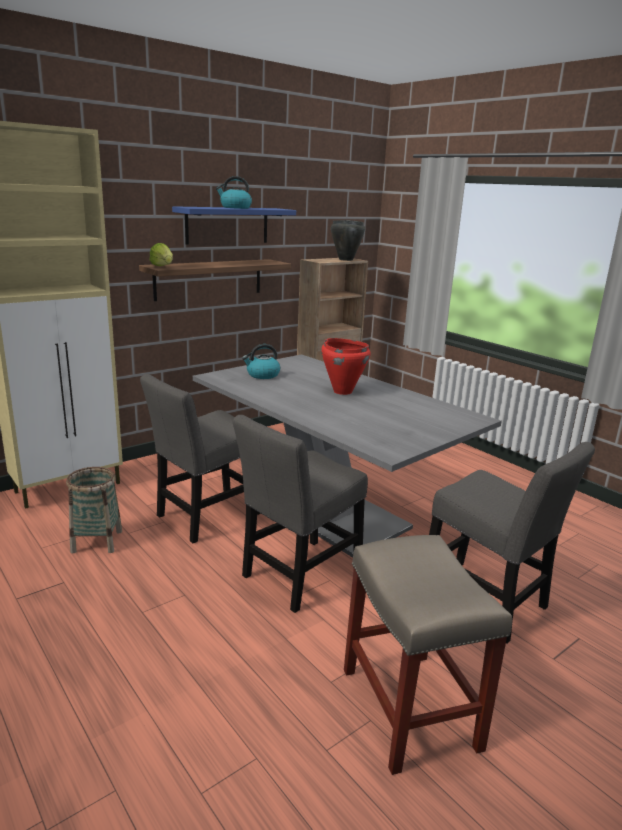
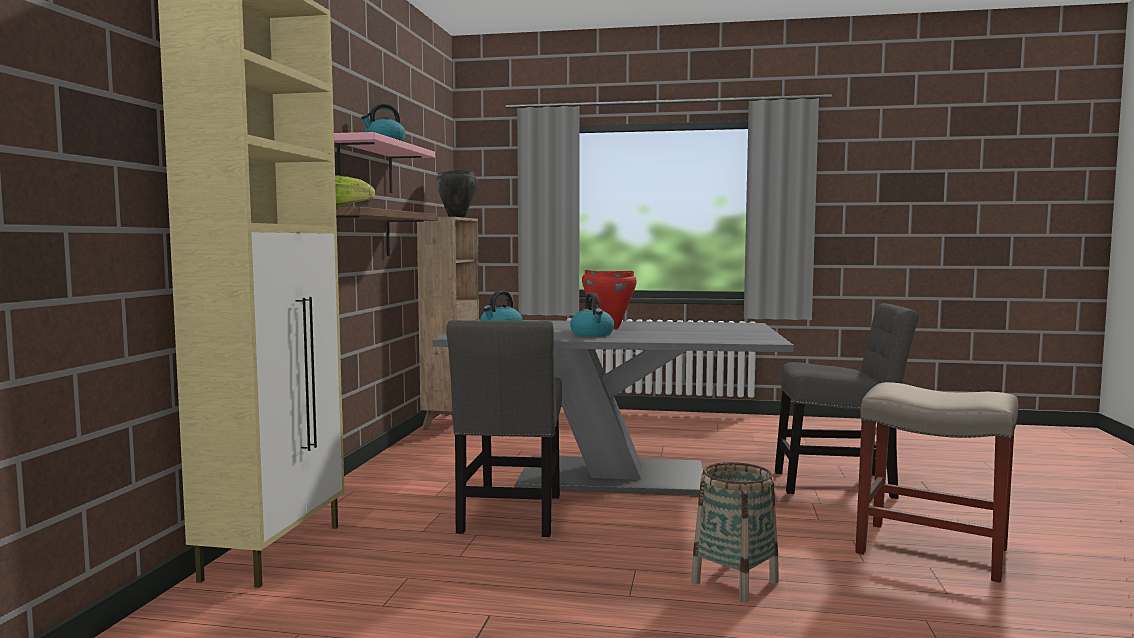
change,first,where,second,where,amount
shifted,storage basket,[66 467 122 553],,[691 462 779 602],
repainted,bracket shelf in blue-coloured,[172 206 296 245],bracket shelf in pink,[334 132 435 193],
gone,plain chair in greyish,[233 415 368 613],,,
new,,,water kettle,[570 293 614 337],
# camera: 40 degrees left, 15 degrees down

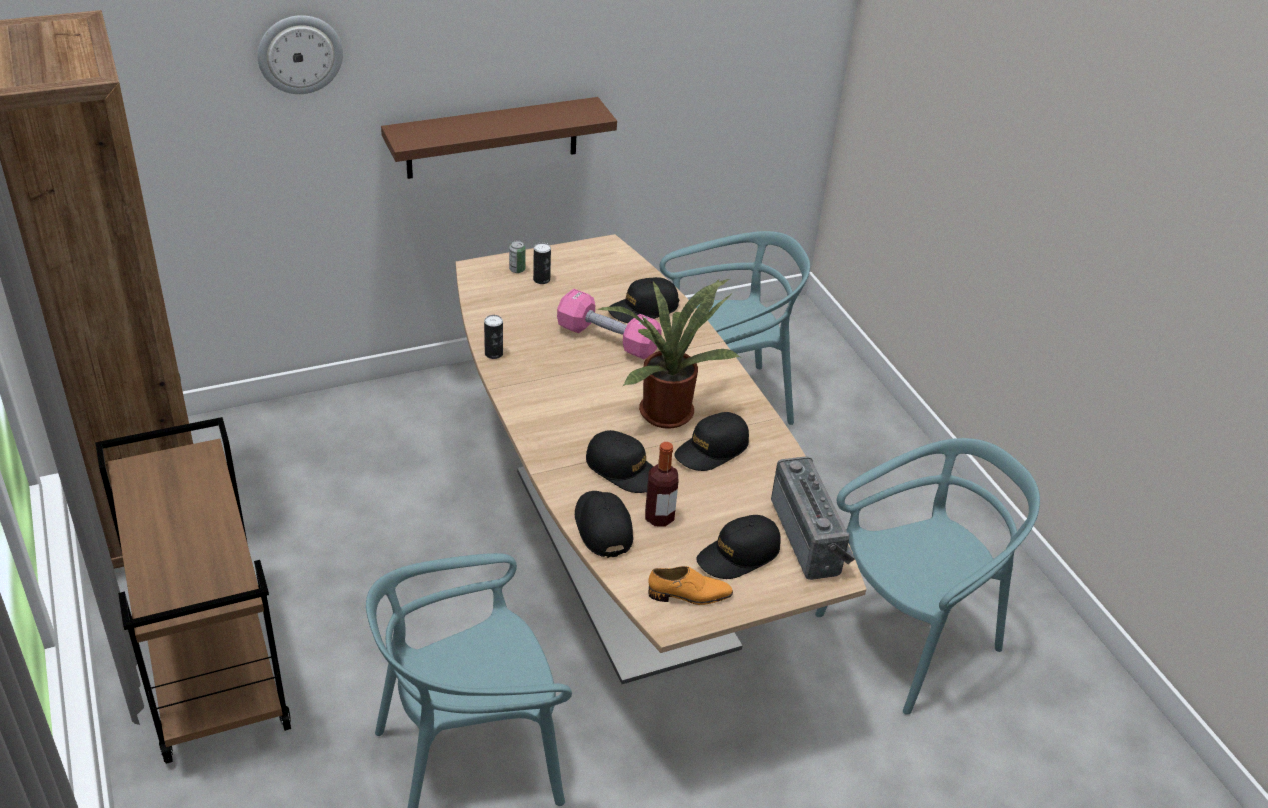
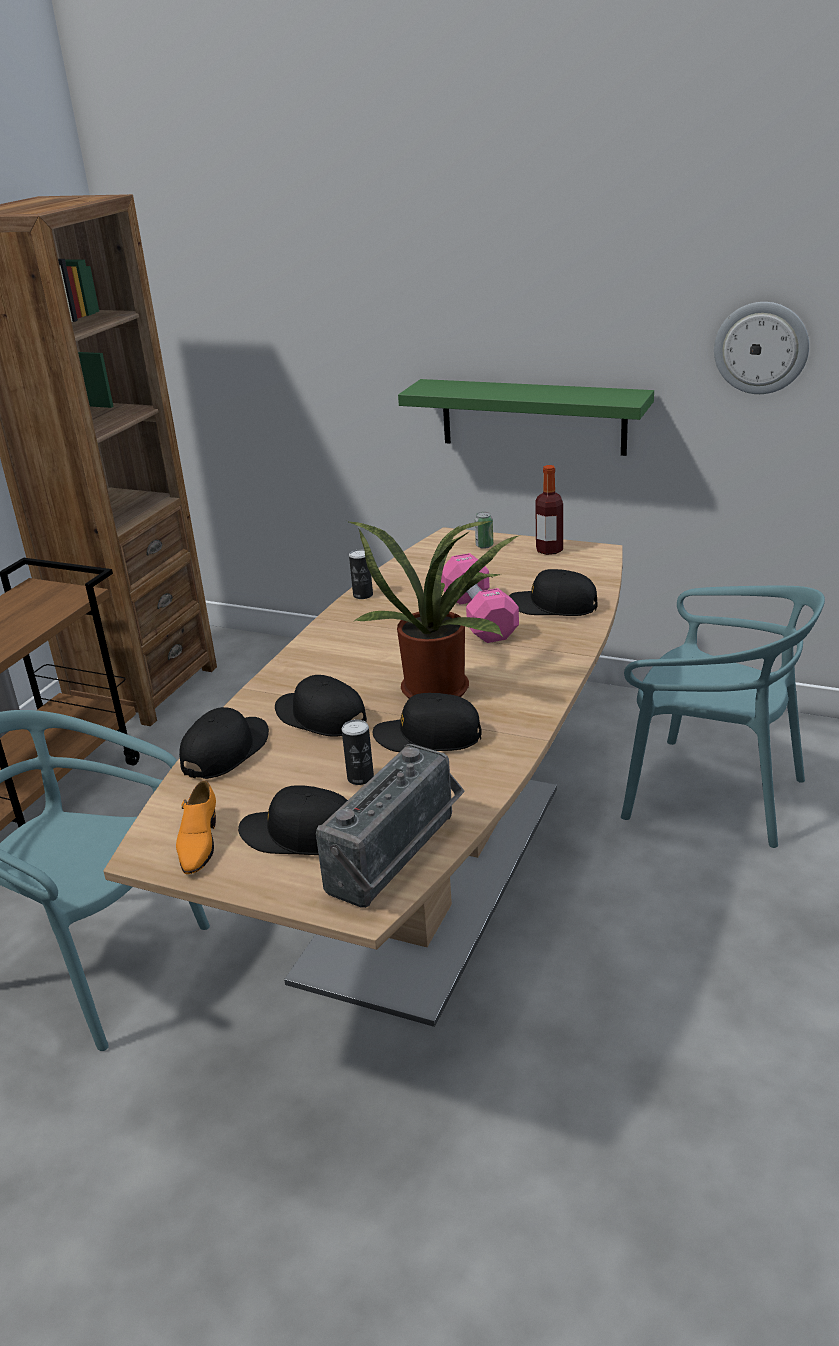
change,first,where,second,where,amount
shifted,wall clock,[258 15 343 94],,[714 302 809 394],
repainted,bracket shelf in brown-coloured,[381 97 617 179],bracket shelf in green-coloured,[398 379 654 456],
shifted,can,[533 243 551 284],,[342 719 374 785],
rotated,cap in blackish,[586 430 654 493],,[275 675 367 737],135 degrees clockwise
shifted,drink bottle,[645 442 679 527],,[535 465 563 555],
rotated,item of footwear in orange,[648 566 733 605],,[176 781 216 874],45 degrees clockwise
gone,plain chair in turquoise-coloured,[815 438 1040 715],,,
# camera: 50 degrees right, 10 degrees down

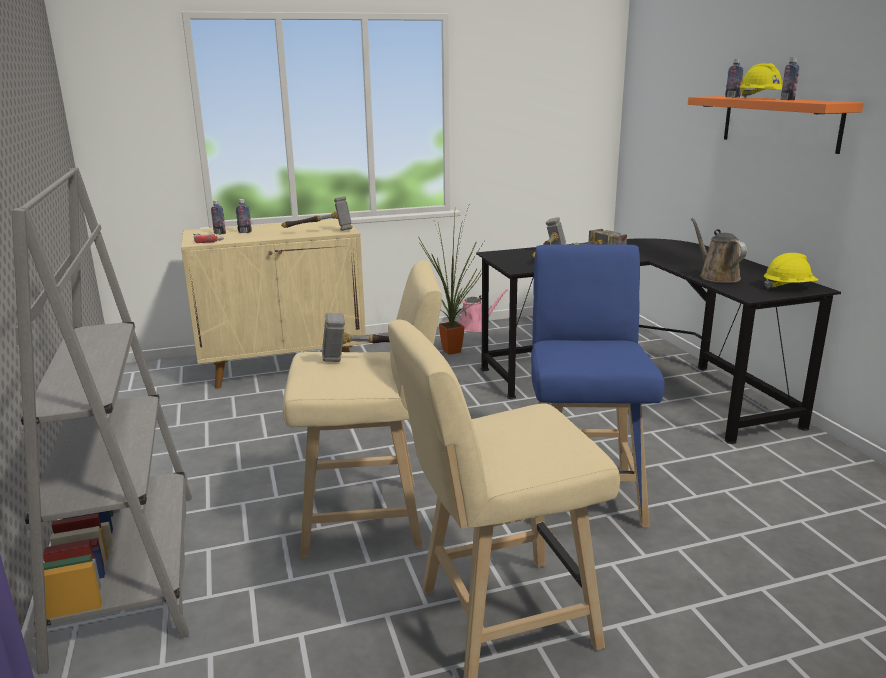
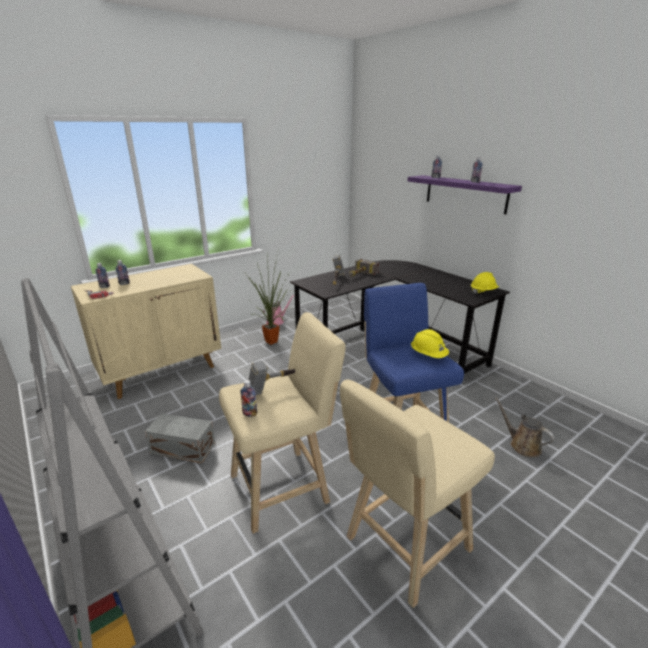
change,first,where,second,where,amount
gone,hand hammer,[281 196 352 231],,,
repainted,bracket shelf in orange,[688 96 864 154],bracket shelf in purple-coloured,[408 175 522 214],
shifted,watering pot in brown-coloured,[691 218 747 283],,[495 398 555 458],
shifted,work helmet in yellow-coloured,[740 63 783 98],,[411 329 449 358],
new,,,storage container in greyish,[145 414 215 463],
new,,,drink bottle,[240 380 257 417],
# camera: 20 degrees left, 5 degrees up

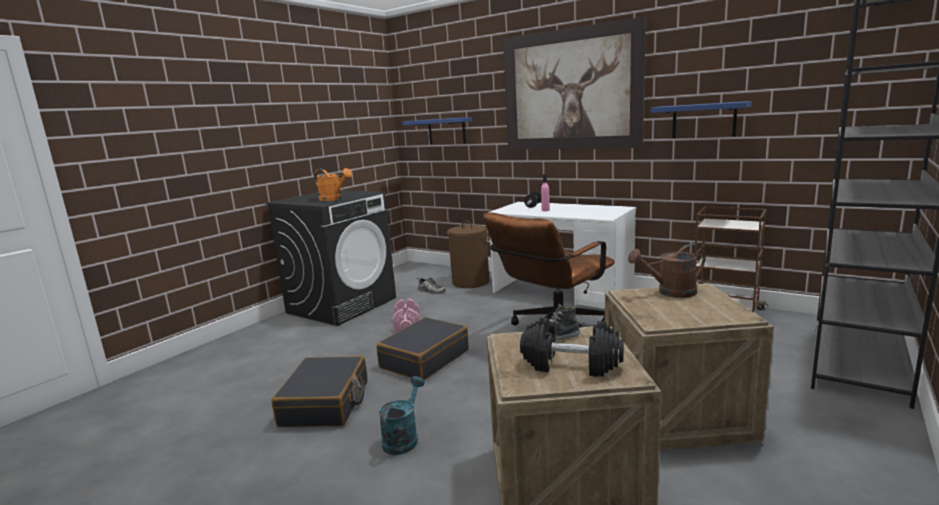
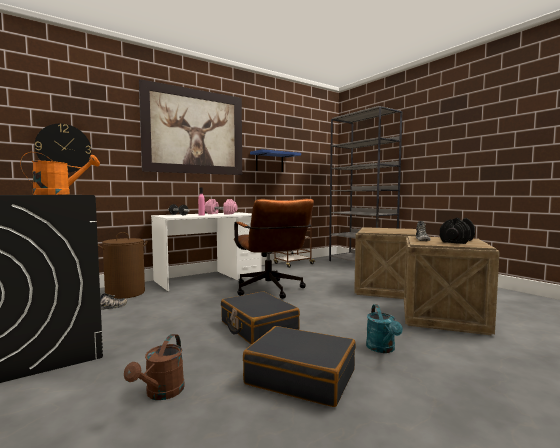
change,first,where,second,where,amount
rotated,watering pot in turquoise-coloured,[379 376 425 455],,[366 304 403 353],135 degrees counterclockwise
shifted,dumbbell in pink,[392 299 420 332],,[205 199 238 215],
swapped,bracket shelf in blue-coloured,[402 117 472 144],wall clock,[35 124 91 172],
shifted,watering pot in brown-coloured,[628 244 706 298],,[124 334 185 400],
# camera: 70 degrees left, 10 degrees down

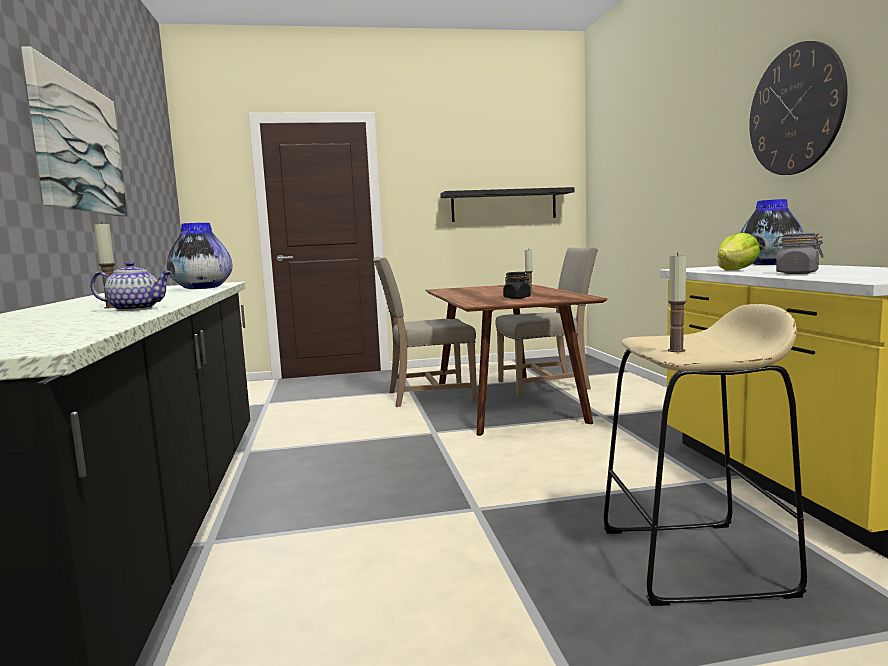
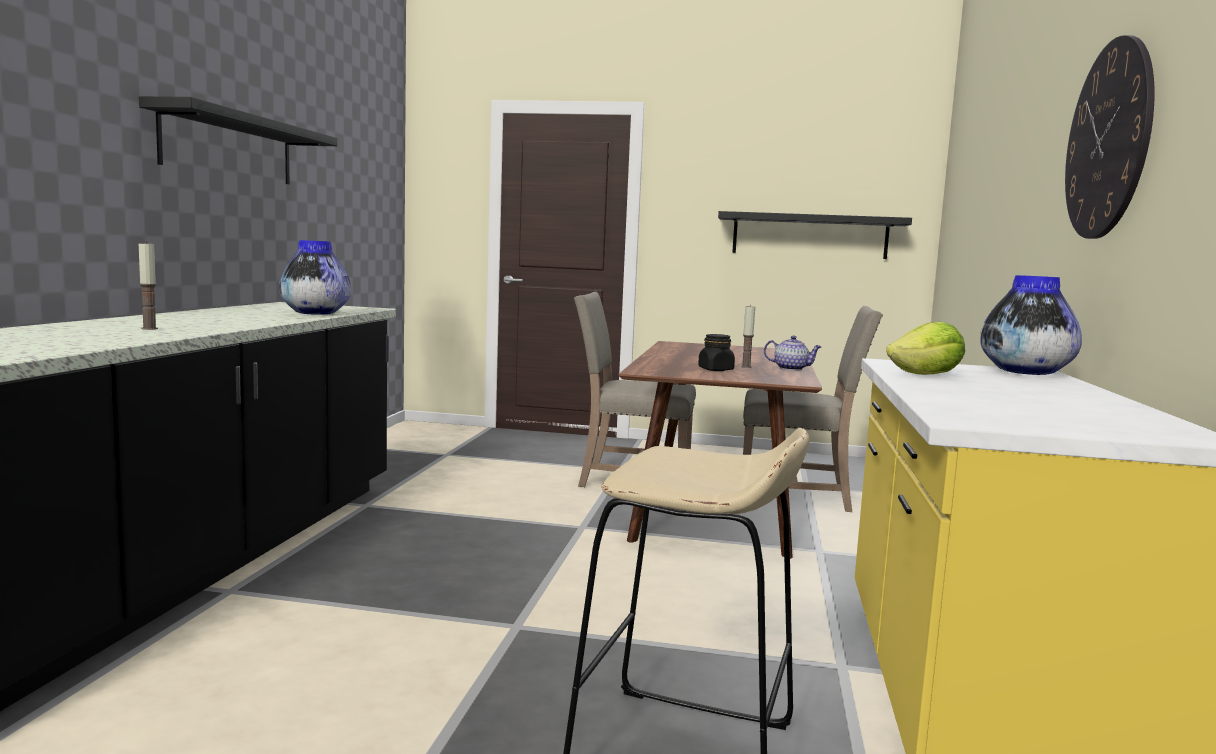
change,first,where,second,where,amount
swapped,picture,[21 47 128 217],bracket shelf in blackish,[139 96 337 184],
shifted,pot for tea,[90 261 173 311],,[764 336 822 371],
gone,candle,[668 253 687 352],,,
gone,preserve jar in greyish,[772 232 824 274],,,
# camera: 20 degrees right, 0 degrees up

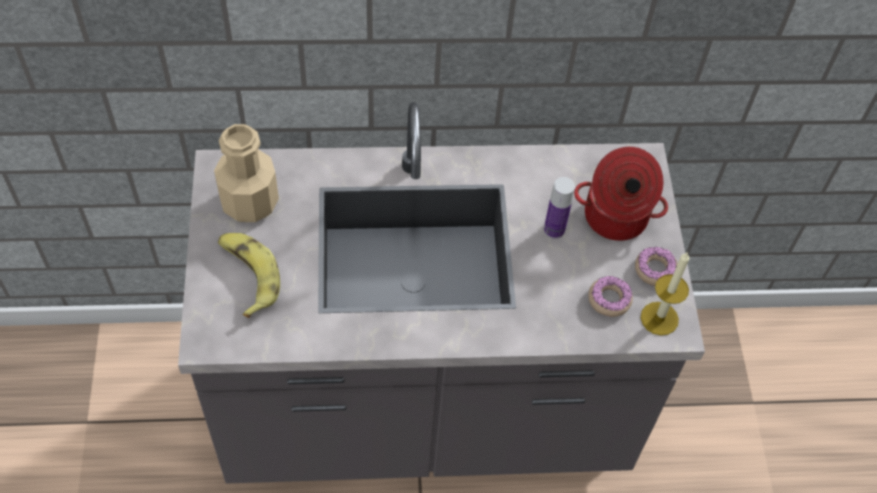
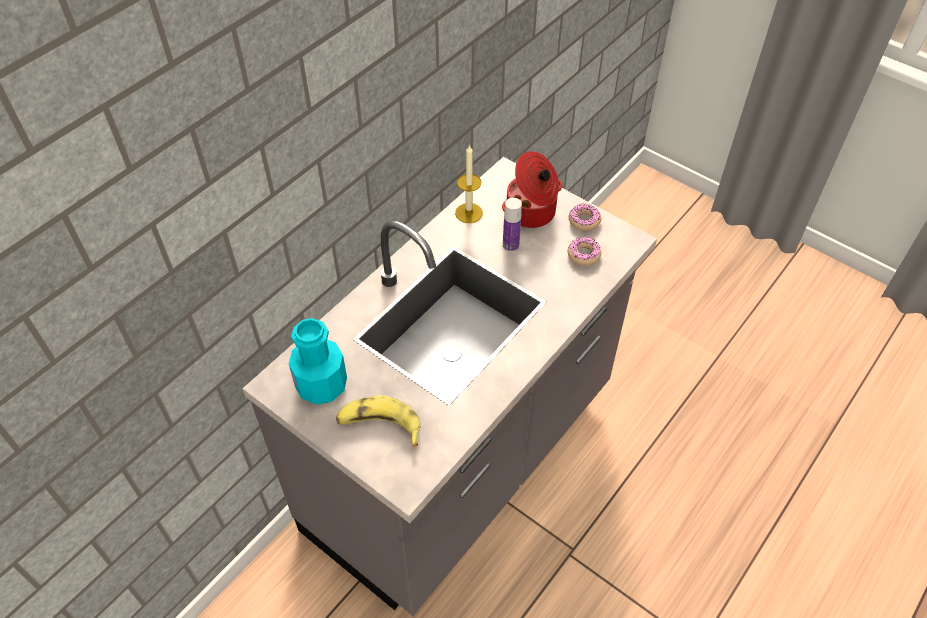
change,first,where,second,where,amount
repainted,drink bottle in sand-coloured,[214 124 279 222],drink bottle in turquoise-coloured,[289 318 347 405],
shifted,candle,[641 253 689 335],,[455 145 483 223],
# camera: 45 degrees left, 5 degrees down

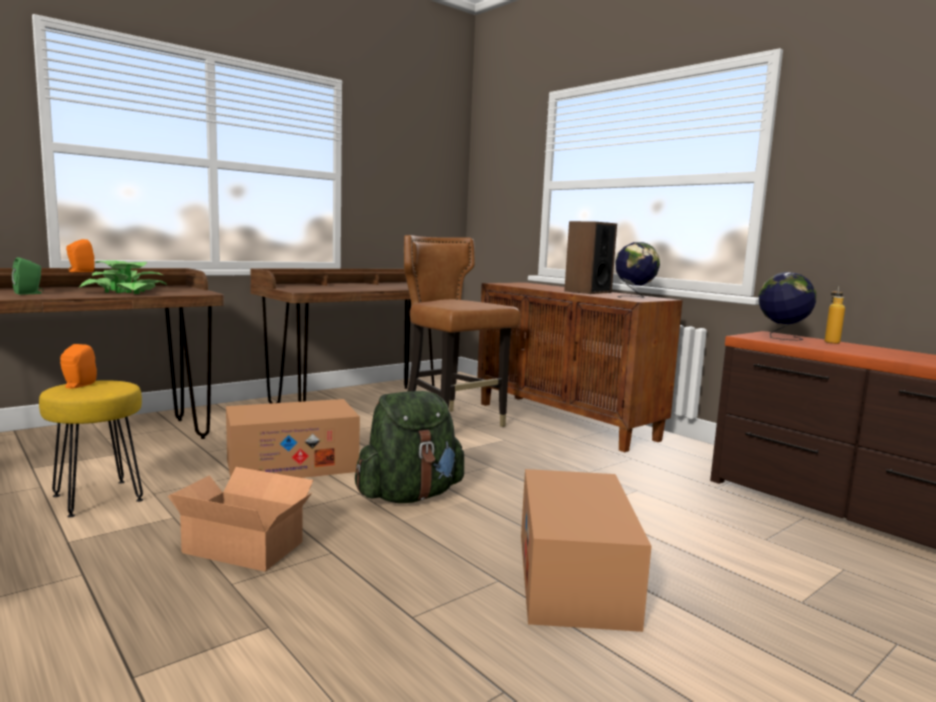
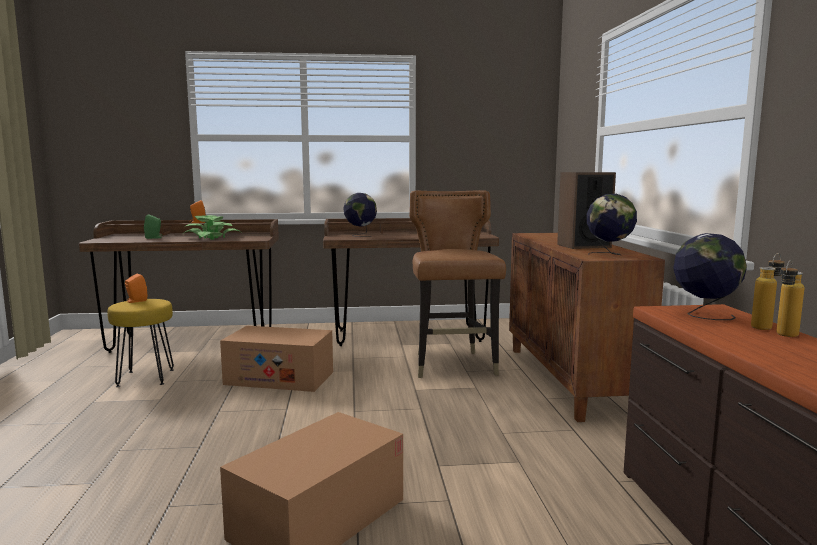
change,first,where,second,where,amount
gone,carton,[168 467 313 572],,,
gone,knapsack in green-coloured,[355 391 464 503],,,
new,,,world globe,[343 193 377 237],
new,,,drink bottle,[776 260 804 337],
# camera: 35 degrees right, 0 degrees up

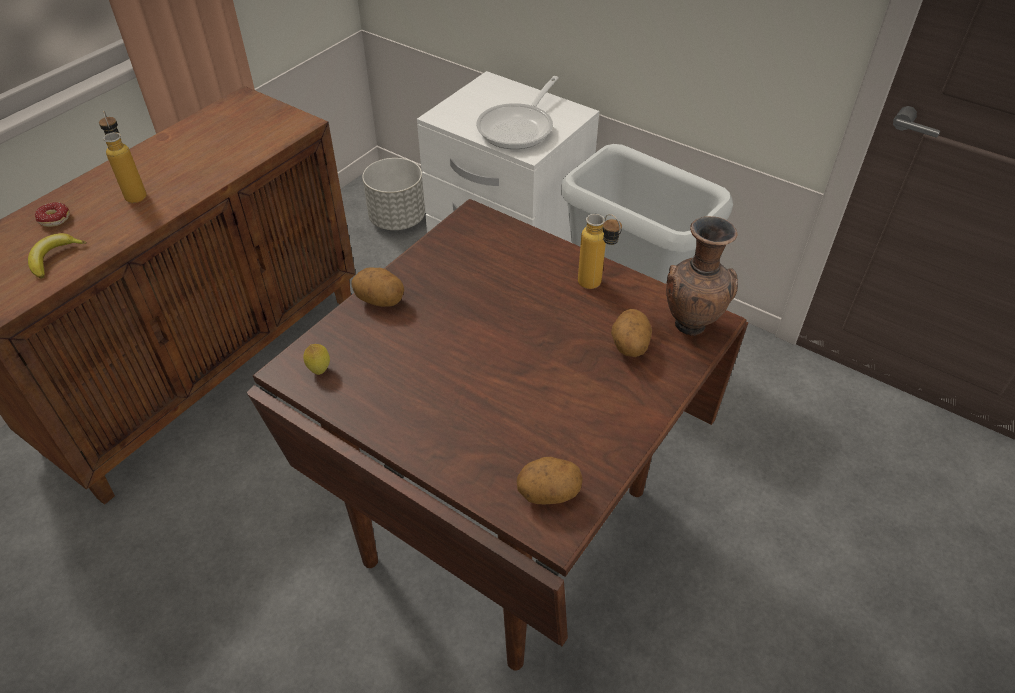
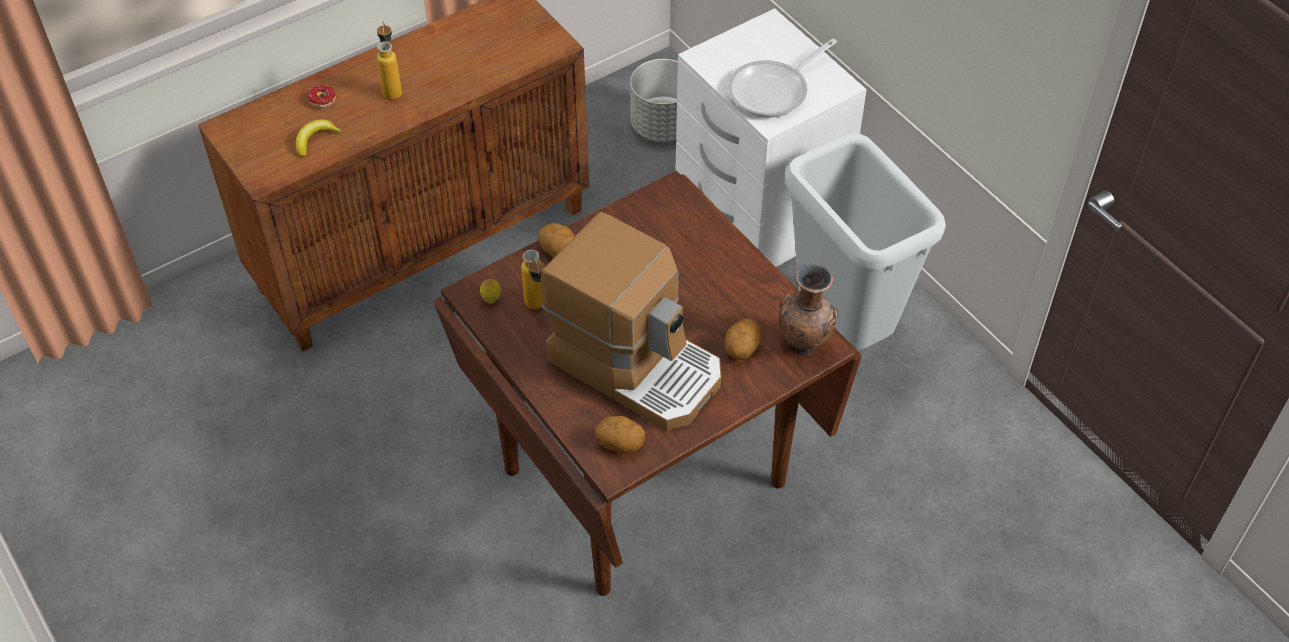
change,first,where,second,where,amount
shifted,drink bottle,[578 214 622 289],,[521 250 545 309],
new,,,coffee machine,[541 212 721 431],
# camera: 20 degrees right, 5 degrees up

